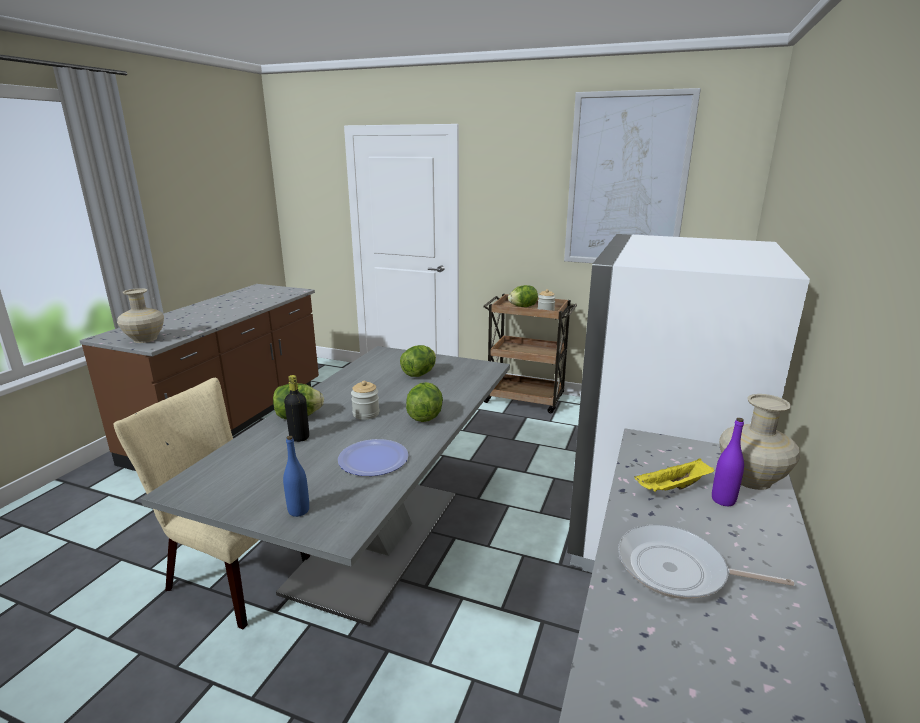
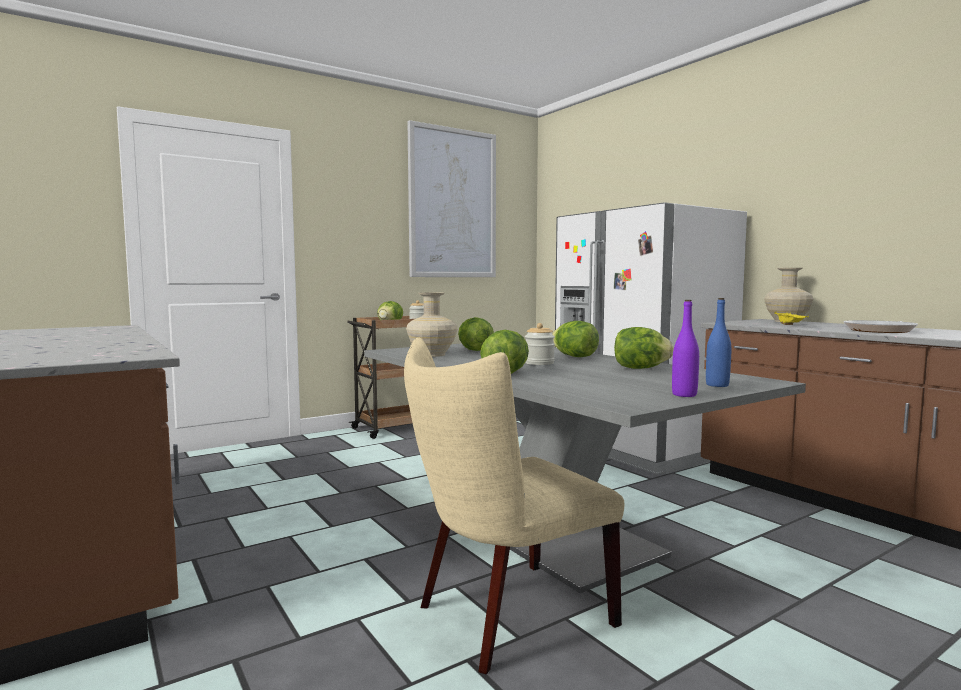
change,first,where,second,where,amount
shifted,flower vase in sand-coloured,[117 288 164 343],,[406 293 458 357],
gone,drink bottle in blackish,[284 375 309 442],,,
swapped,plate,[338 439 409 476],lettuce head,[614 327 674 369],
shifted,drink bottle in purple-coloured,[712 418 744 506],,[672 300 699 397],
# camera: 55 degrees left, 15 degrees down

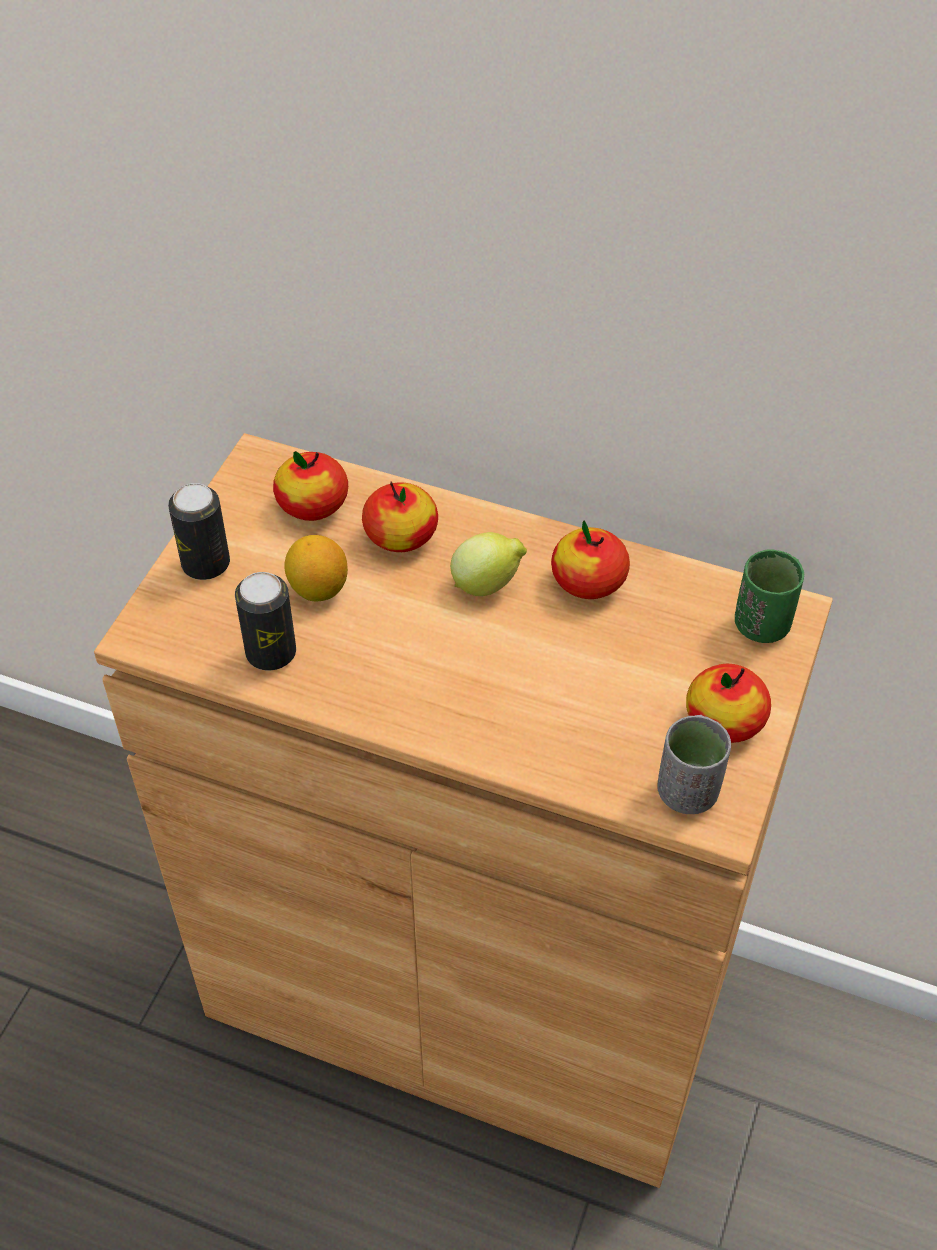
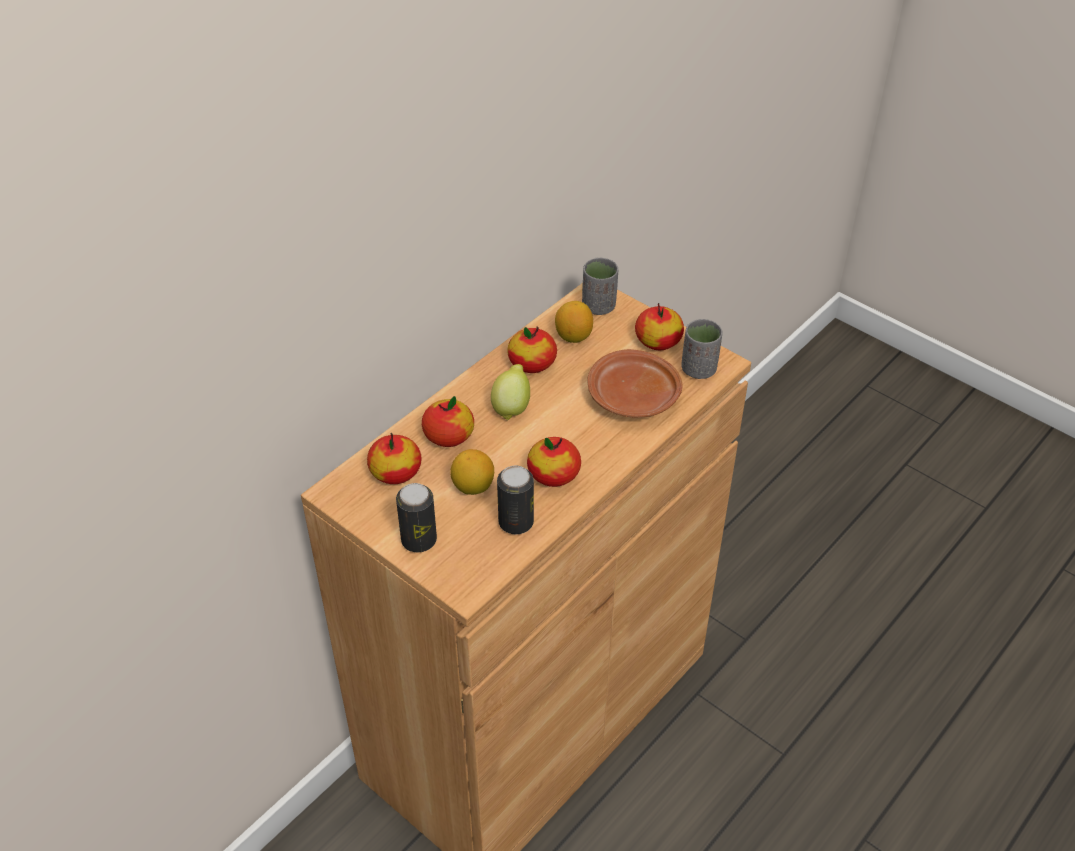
change,first,where,second,where,amount
repainted,cup in green-coloured,[735 550 804 643],cup in greyish,[582 258 618 315],
new,,,apple fruit,[527 437 581 487],
new,,,lemon,[555 301 593 343],
new,,,plate in brown-coloured,[588 349 682 418],
# camera: 70 degrees left, 5 degrees down

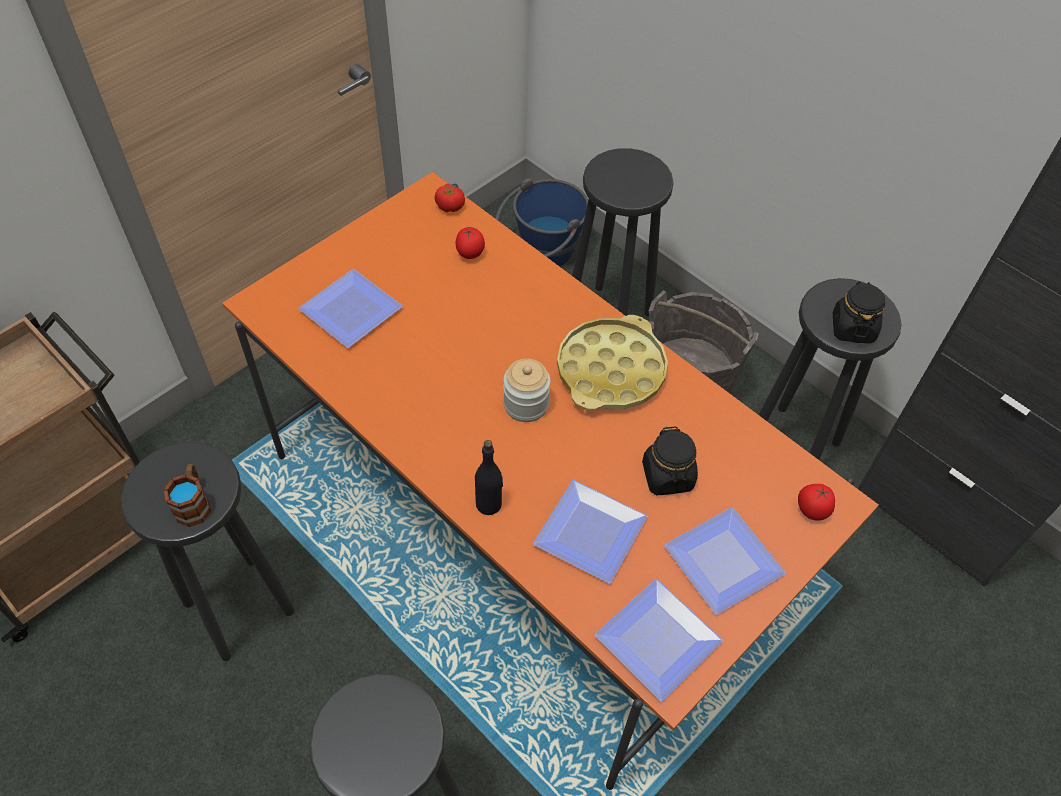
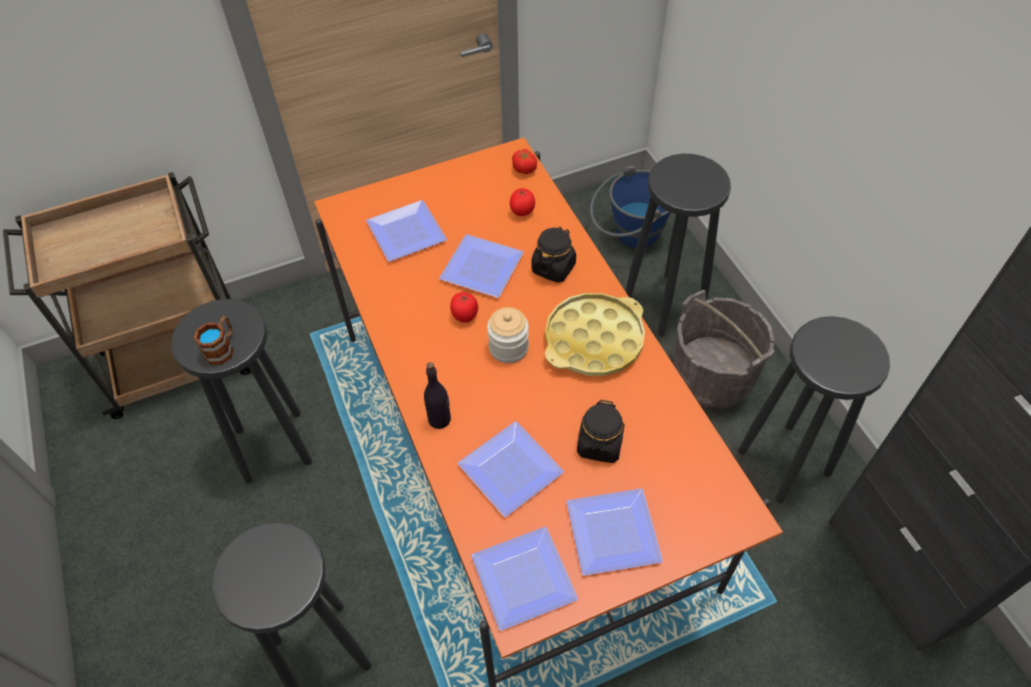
change,first,where,second,where,amount
shifted,whole tomato,[798 484 835 521],,[450 292 478 323],
shifted,preserve jar in blackish,[833 281 885 344],,[531 227 576 283],
new,,,plate,[439 234 524 298],
# camera: 25 degrees right, 0 degrees up

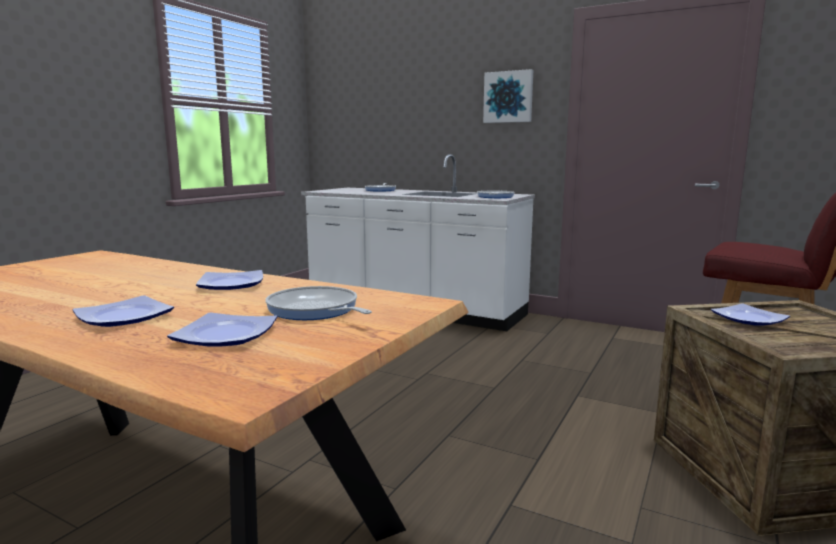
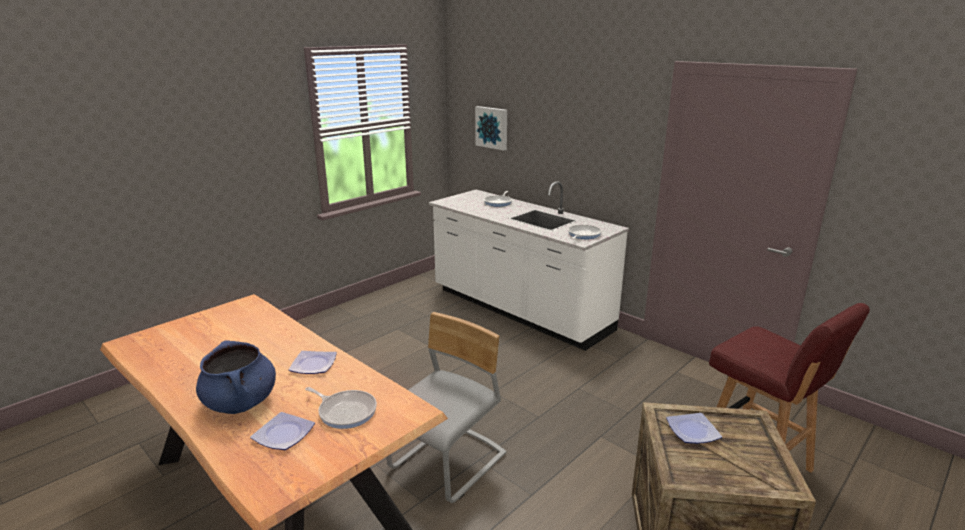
change,first,where,second,where,amount
swapped,plate,[72 295 174 327],stockpot in blue-coloured,[196 340 276 414],
rotated,frying pan,[265 286 372 320],,[305 387 377 429],150 degrees clockwise
shifted,picture,[483 69 533 123],,[475 106 507 151],
new,,,plain chair in greyish,[386 312 507 503],
# camera: 15 degrees right, 10 degrees up

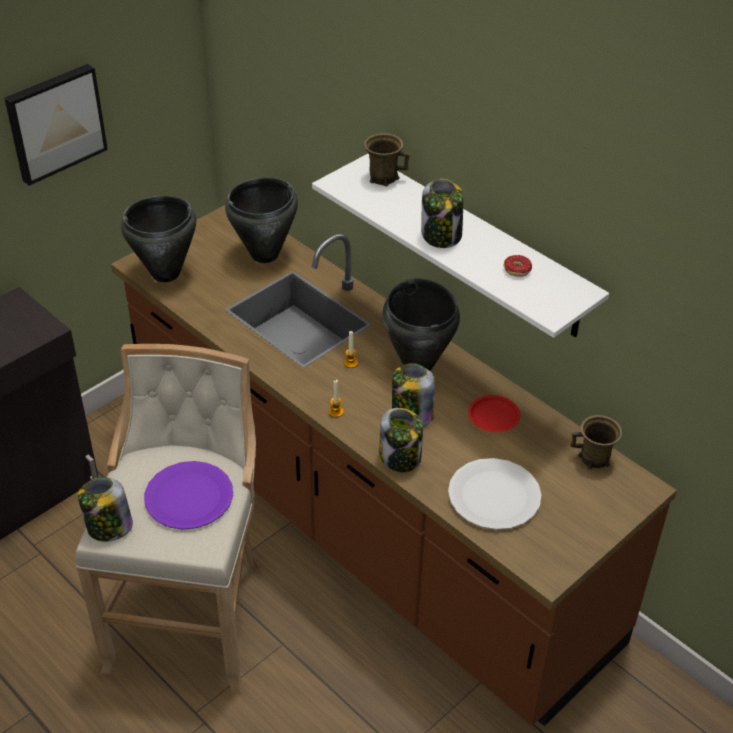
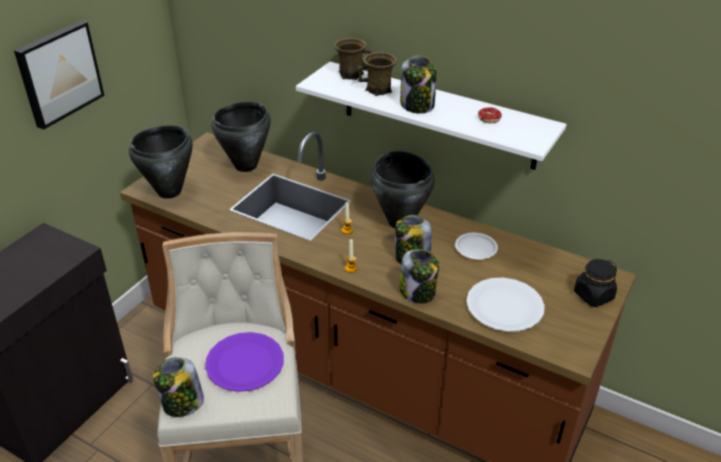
change,first,where,second,where,amount
repainted,plate in red,[468 395 521 432],plate in white-coloured,[455 233 498 259],
shifted,mug in brown-coloured,[571 415 622 469],,[357 52 397 96],
new,,,preserve jar in blackish,[574 259 617 307],
# camera: 15 degrees left, 5 degrees down

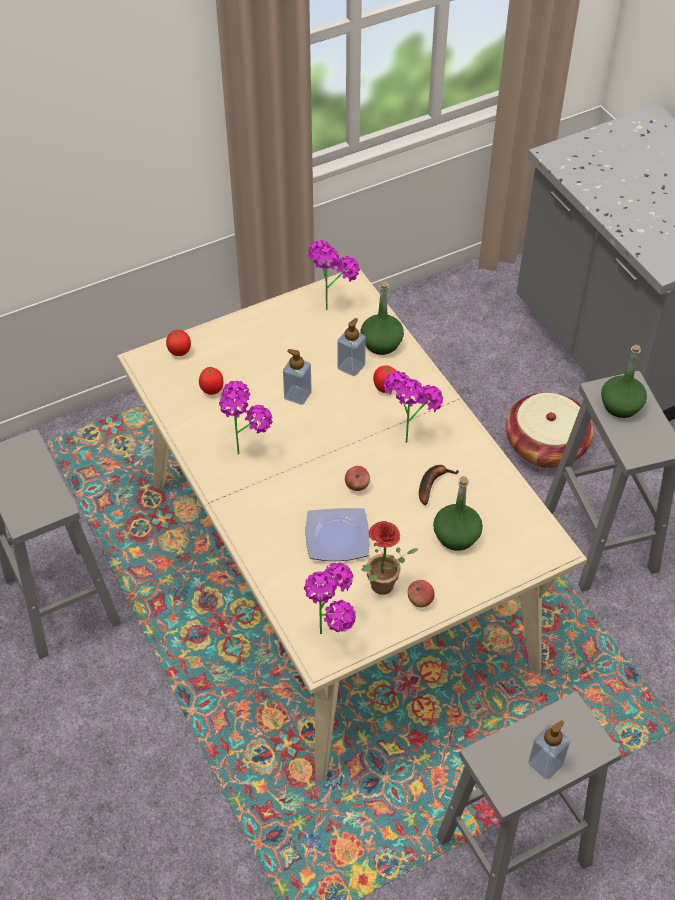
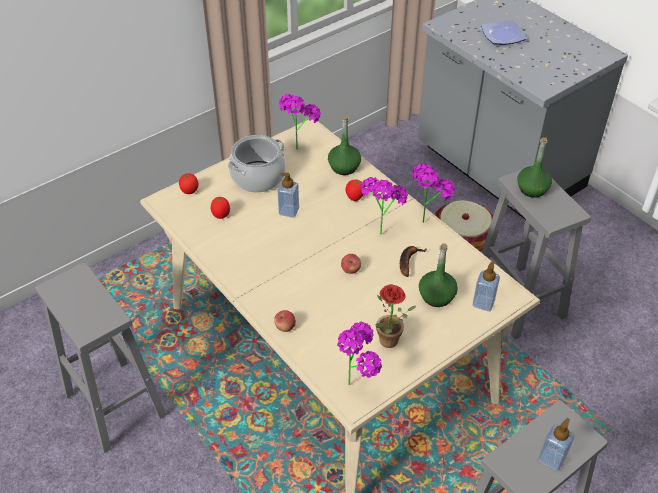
change,first,where,second,where,amount
shifted,plant in a pot,[219 381 273 454],,[412 163 455 222],
shifted,plate,[306 508 370 561],,[481 20 527 45],
shifted,soap bottle,[338 318 366 376],,[473 261 500 311],
shifted,apple fruit,[408 580 435 608],,[274 310 296 332],
new,,,stockpot,[228 135 286 192],
# camera: 10 degrees left, 5 degrees down

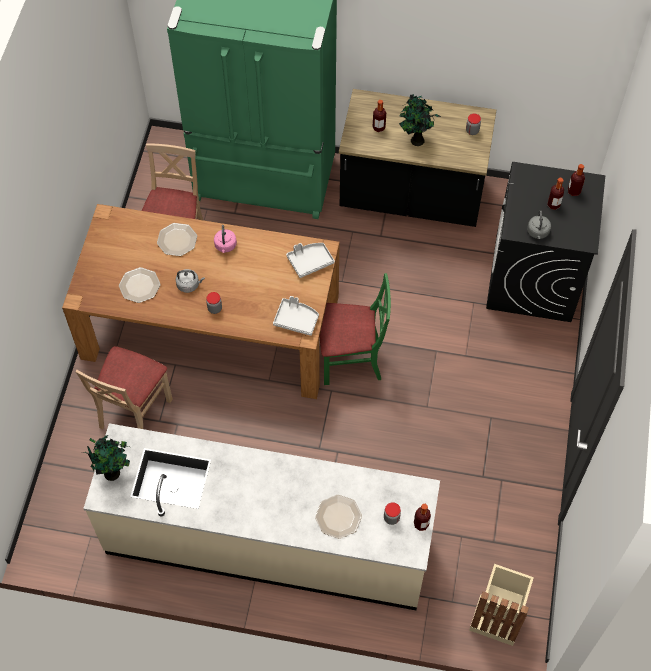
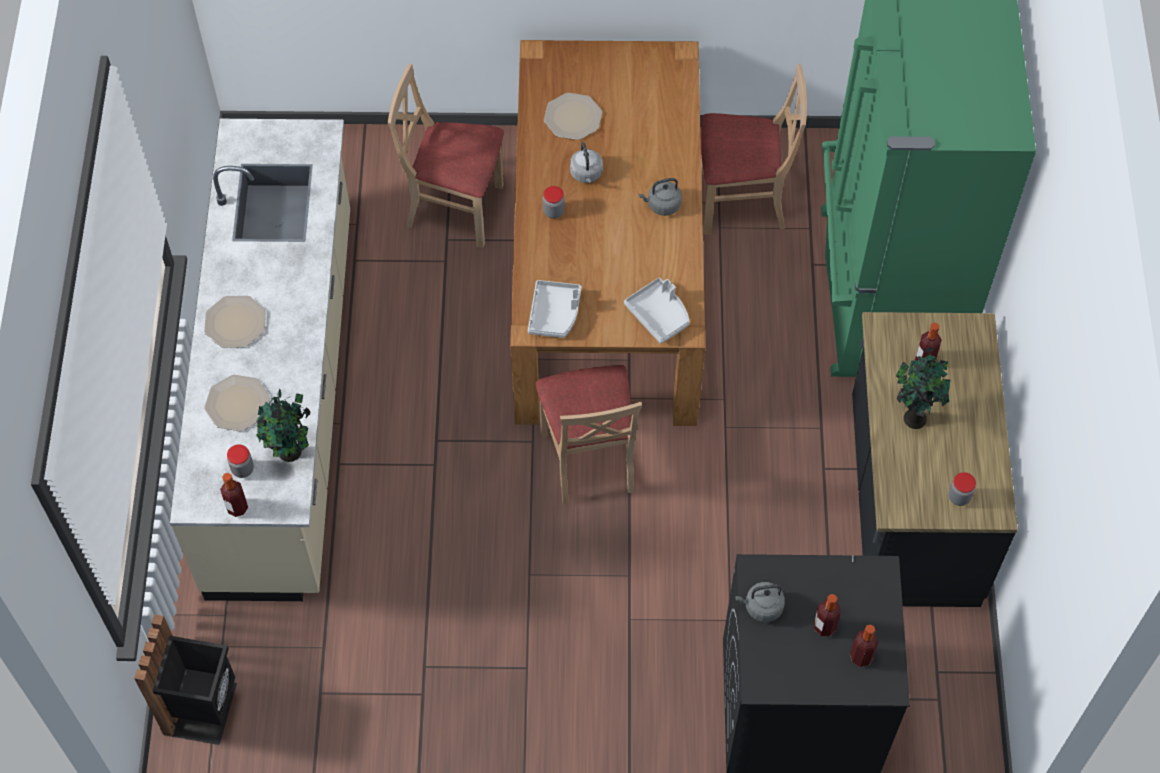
change,first,where,second,where,amount
shifted,plant in a pot,[82 435 130 481],,[255 389 311 462],
shifted,plate,[157 223 197 256],,[204 296 266 348],
repainted,water kettle in pink,[214 225 237 253],water kettle in greyish,[638 178 682 216],
repainted,plain chair in green-coloured,[320 273 391 385],plain chair in sand-coloured,[536 365 642 505],
repainted,rubbish bin in sand-coloured,[469 564 534 646],rubbish bin in blackish,[134 614 237 745],
# camera: 80 degrees right, 0 degrees up

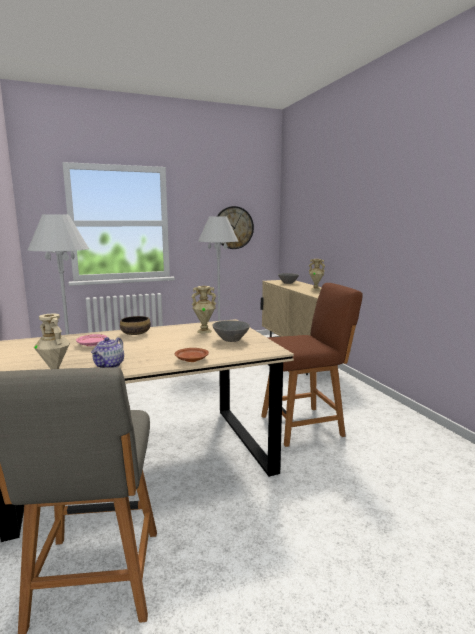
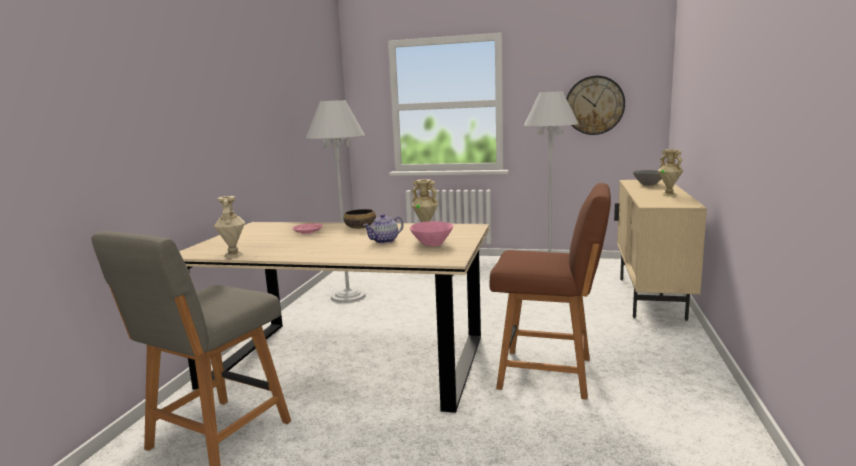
change,first,where,second,where,amount
shifted,pot for tea,[91 337 124 368],,[363 214 403 243],
gone,plate in brown-coloured,[175 348 209 362],,,
repainted,deep dish in greyish,[213 320 250 342],deep dish in pink,[410 221 453 246],
# camera: 35 degrees right, 0 degrees up

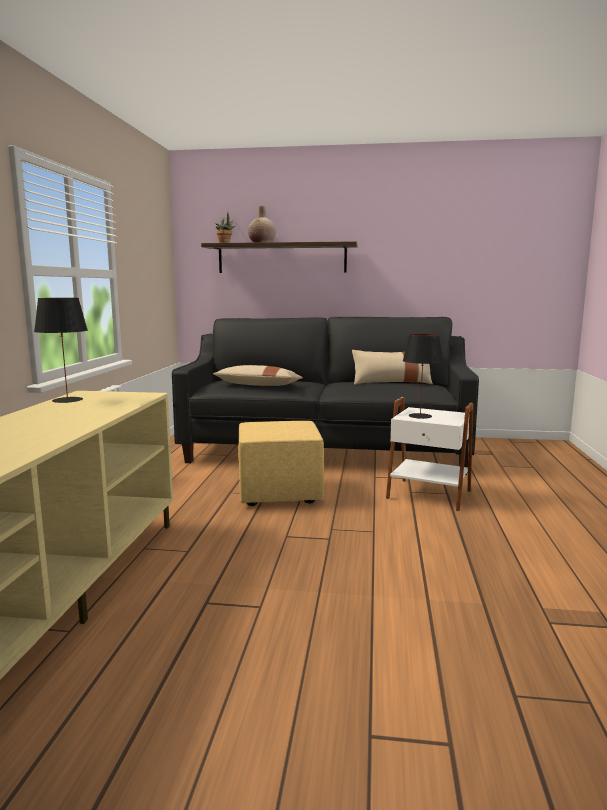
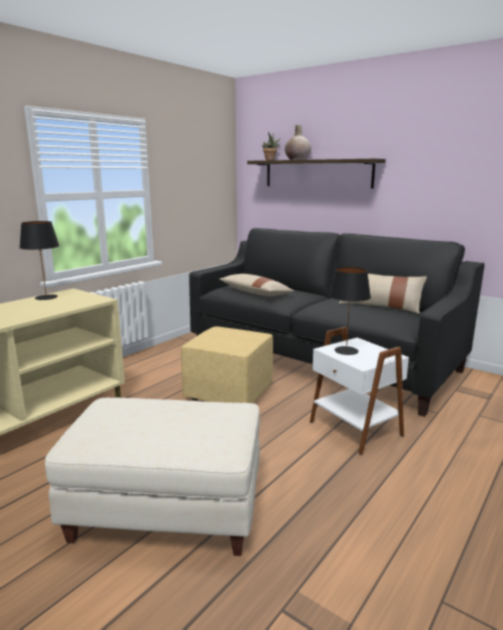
change,first,where,second,where,amount
new,,,footrest in sand-coloured,[45 397 260 556],
# camera: 30 degrees right, 5 degrees up

